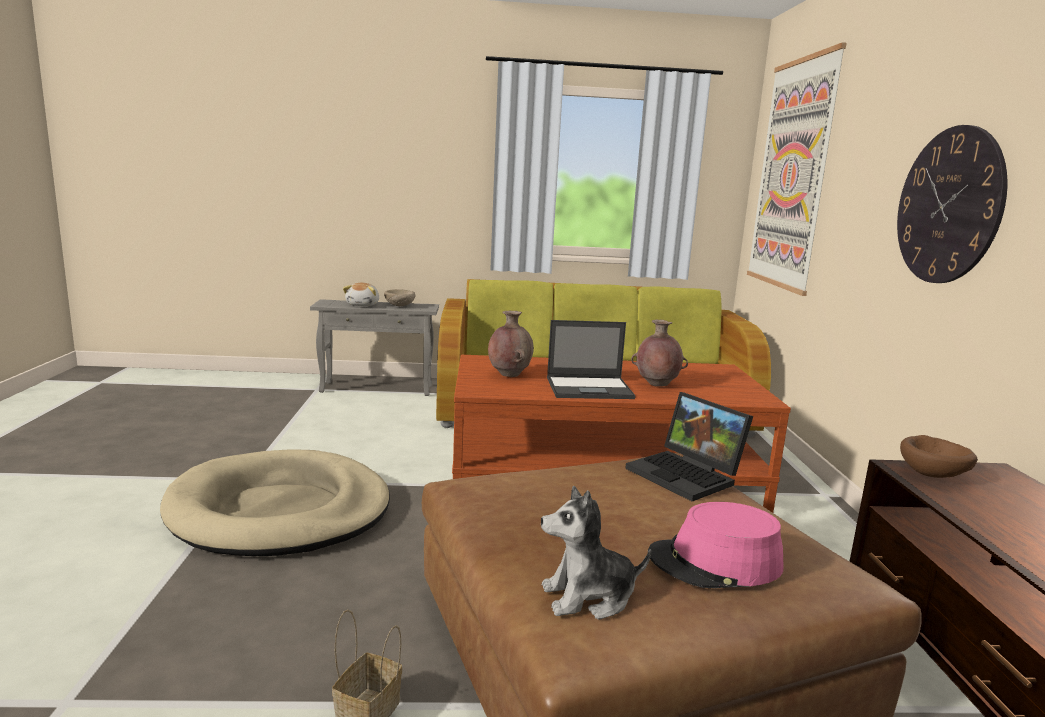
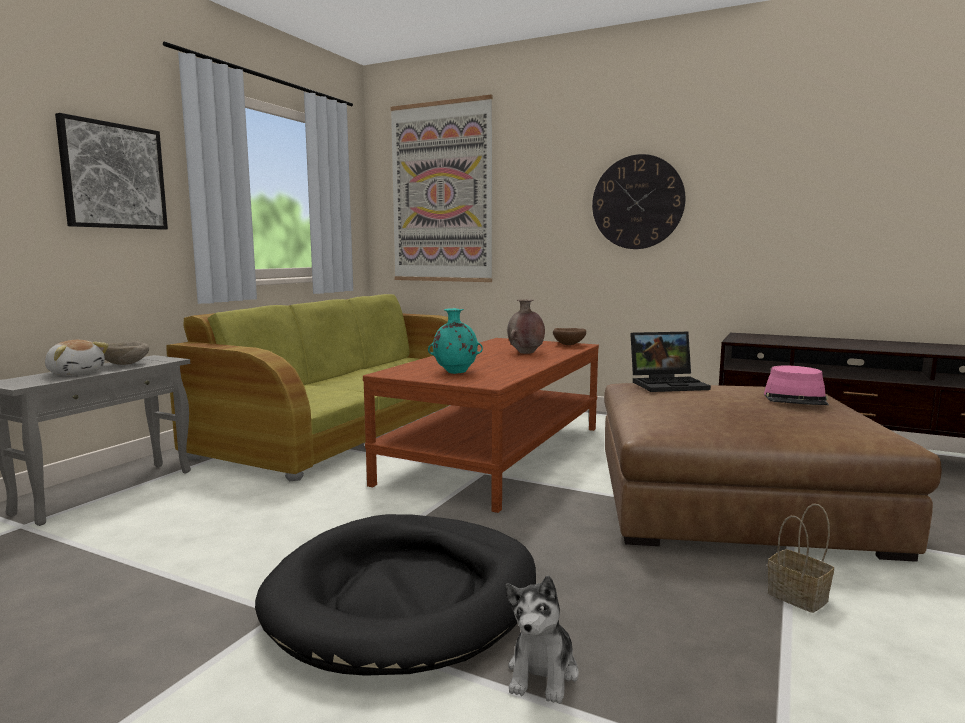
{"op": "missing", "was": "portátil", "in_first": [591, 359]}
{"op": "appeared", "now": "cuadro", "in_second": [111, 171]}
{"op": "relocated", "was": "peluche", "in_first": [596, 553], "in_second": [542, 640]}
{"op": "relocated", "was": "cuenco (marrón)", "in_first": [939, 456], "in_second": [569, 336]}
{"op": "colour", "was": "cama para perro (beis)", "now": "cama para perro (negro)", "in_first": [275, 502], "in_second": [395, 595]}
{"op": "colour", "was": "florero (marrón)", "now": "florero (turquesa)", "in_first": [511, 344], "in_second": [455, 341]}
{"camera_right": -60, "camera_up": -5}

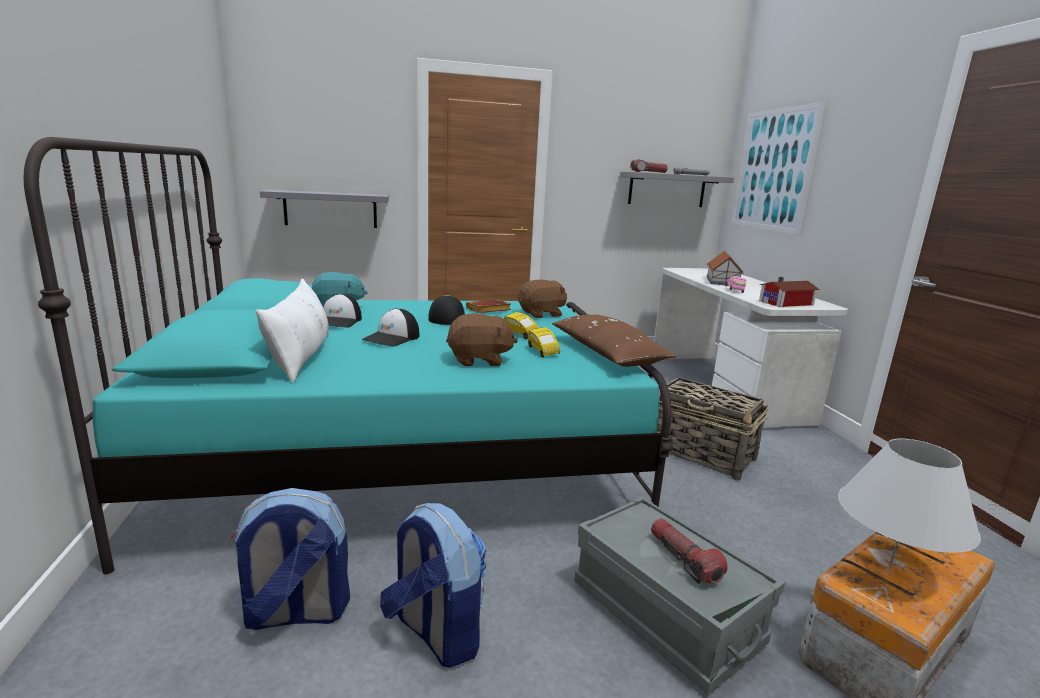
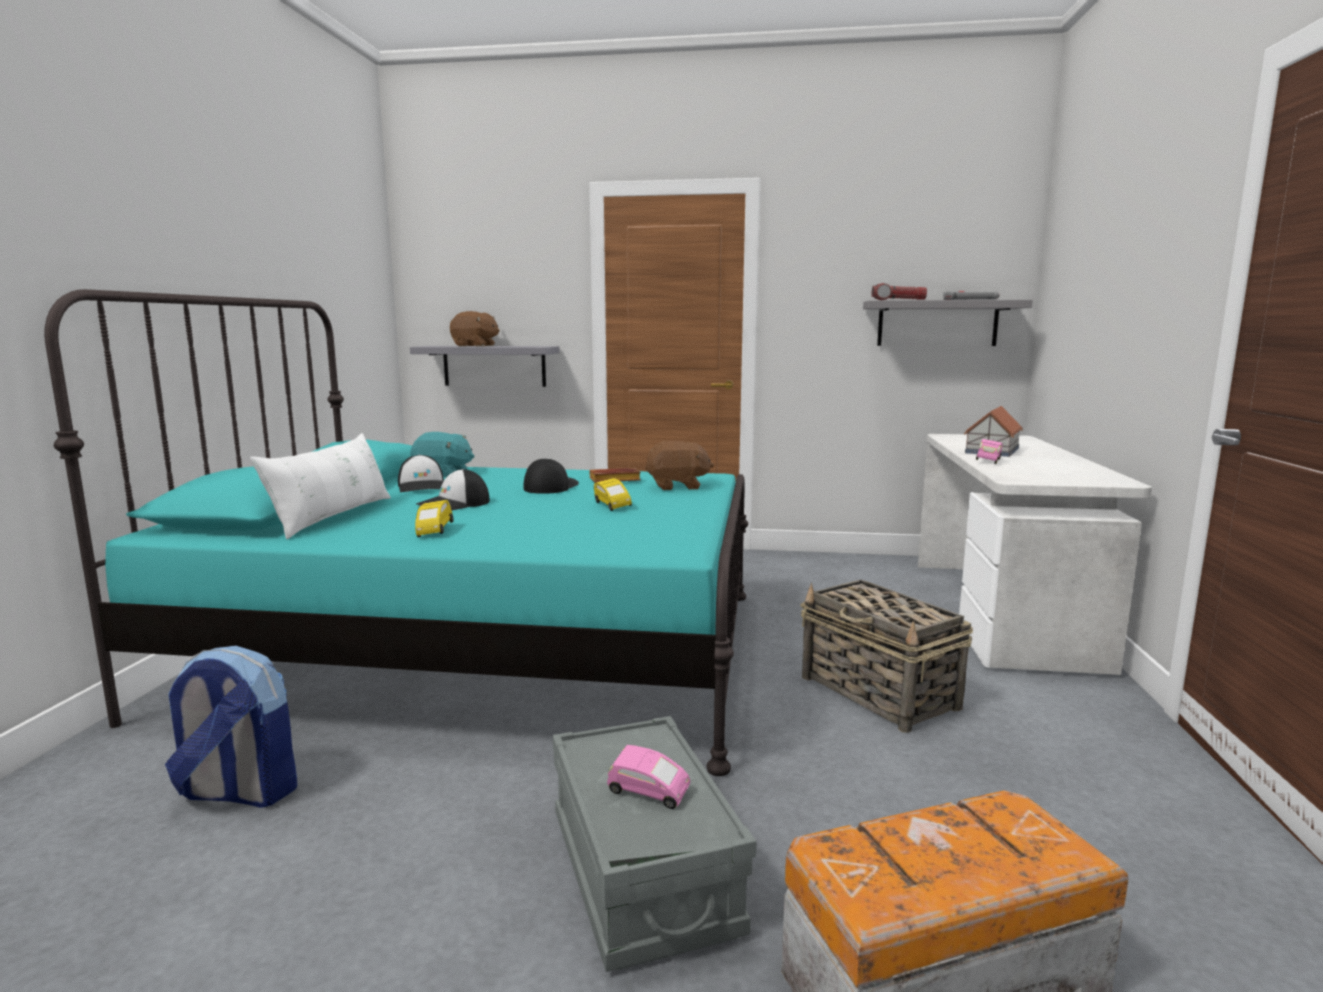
{"op": "missing", "was": "mochila", "in_first": [433, 585]}
{"op": "missing", "was": "cojín (marrón)", "in_first": [614, 340]}
{"op": "missing", "was": "cuadro", "in_first": [778, 168]}
{"op": "missing", "was": "casita", "in_first": [789, 292]}
{"op": "missing", "was": "lámpara de mesa (blanco)", "in_first": [909, 503]}
{"op": "relocated", "was": "peluche (marrón)", "in_first": [482, 340], "in_second": [475, 329]}
{"op": "relocated", "was": "coche de juguete (amarillo)", "in_first": [544, 342], "in_second": [434, 518]}
{"op": "exchanged", "was": "linterna", "now": "coche de juguete (rosa)", "in_first": [689, 551], "in_second": [648, 777]}
{"op": "spun", "was": "gorra", "in_first": [342, 311], "in_second": [421, 473], "clockwise": -45}
{"camera_right": 20, "camera_up": -5}

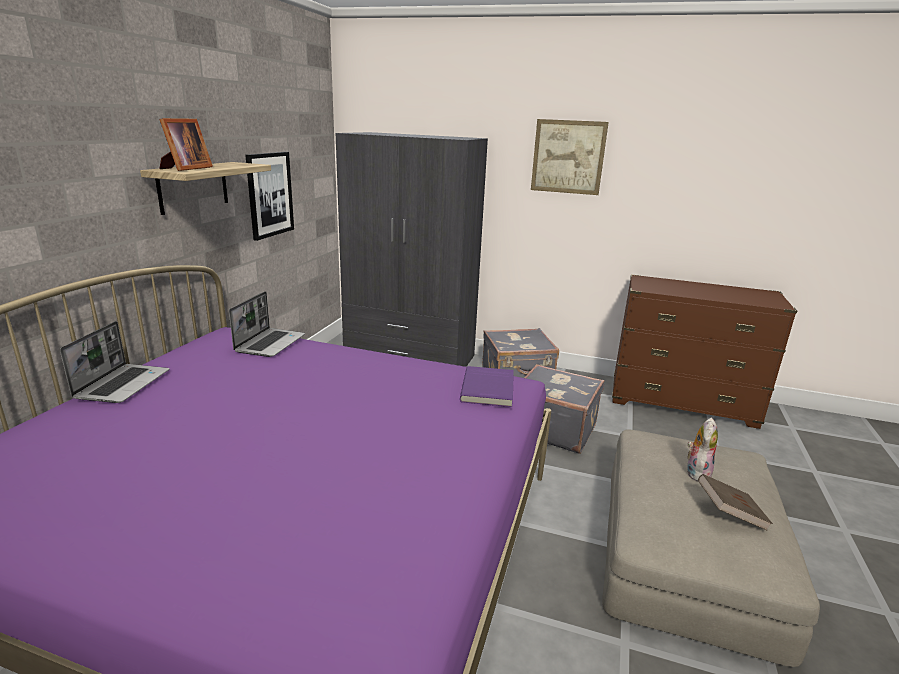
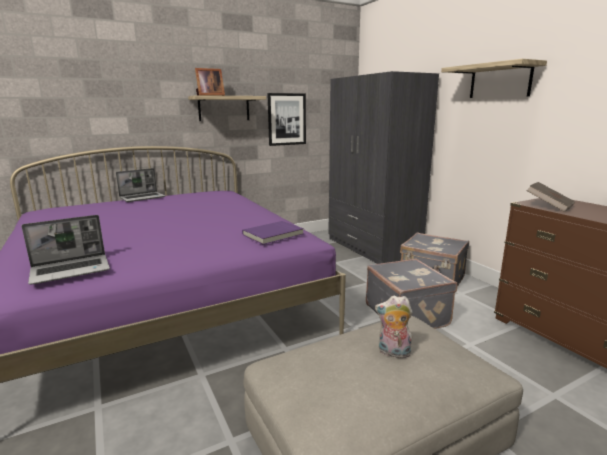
{"op": "relocated", "was": "portátil", "in_first": [267, 324], "in_second": [66, 249]}
{"op": "relocated", "was": "libro (marrón)", "in_first": [735, 502], "in_second": [550, 197]}
{"op": "exchanged", "was": "cuadro", "now": "estante", "in_first": [570, 157], "in_second": [494, 78]}
{"op": "spun", "was": "peluche", "in_first": [702, 449], "in_second": [394, 326], "clockwise": -150}
{"camera_right": 45, "camera_up": -5}

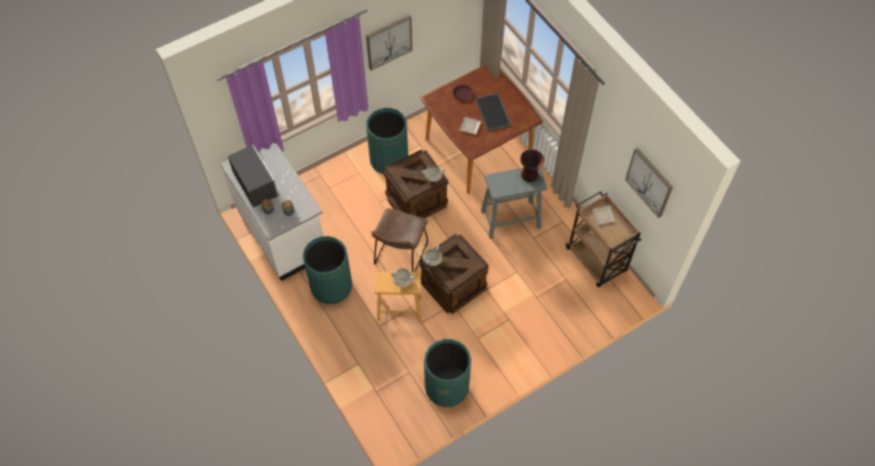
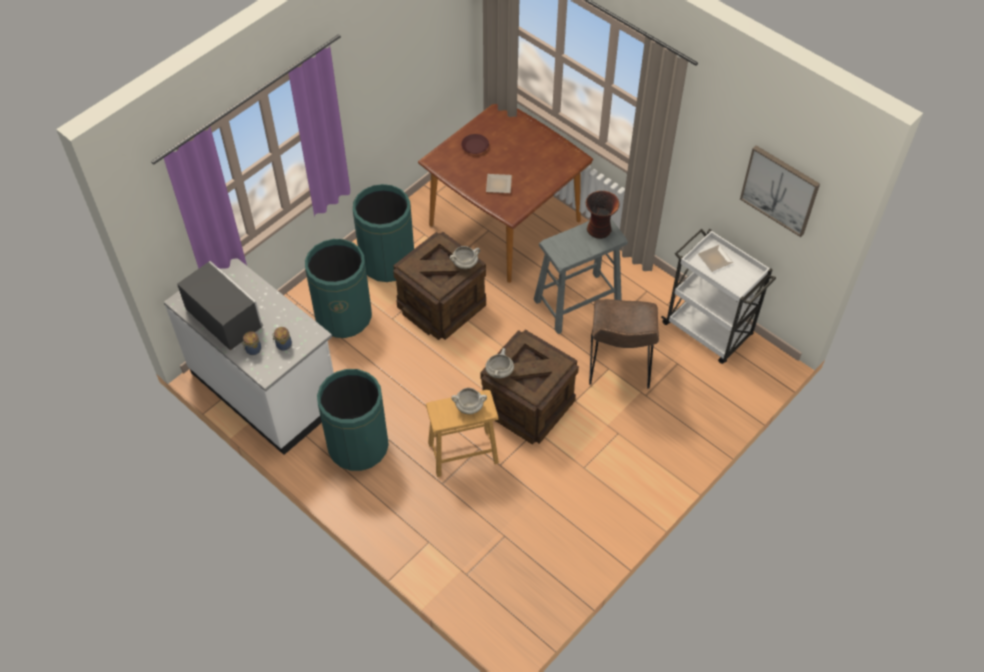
{"op": "missing", "was": "cuadro", "in_first": [389, 42]}
{"op": "missing", "was": "bandeja", "in_first": [493, 112]}
{"op": "relocated", "was": "silla (marrón)", "in_first": [399, 240], "in_second": [624, 343]}
{"op": "relocated", "was": "papelera (verde)", "in_first": [447, 373], "in_second": [338, 288]}
{"op": "colour", "was": "carrito (marrón)", "now": "carrito (blanco)", "in_first": [603, 239], "in_second": [718, 296]}
{"camera_right": -15, "camera_up": -5}

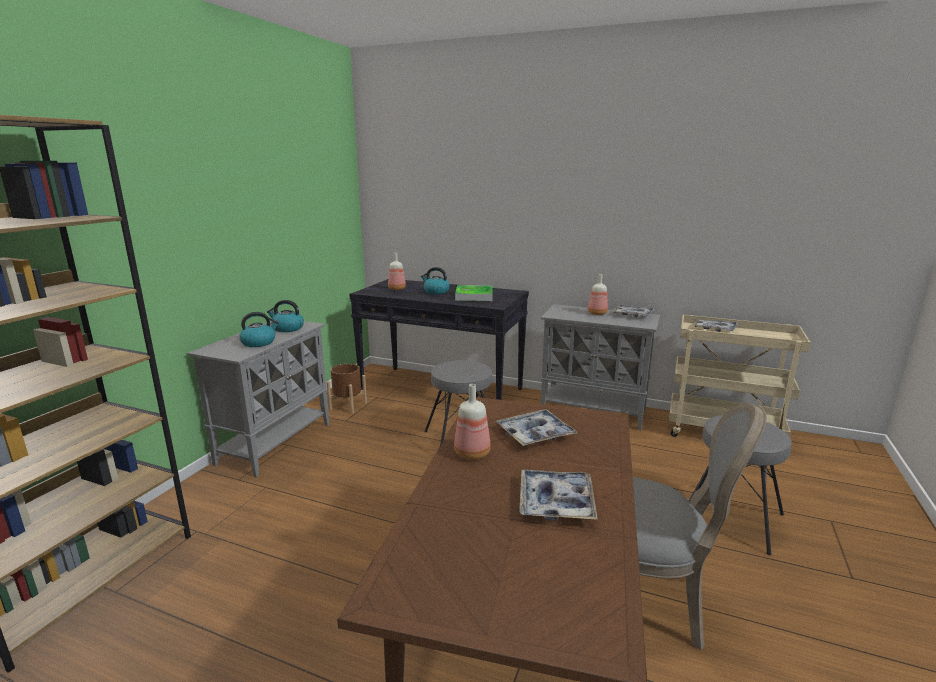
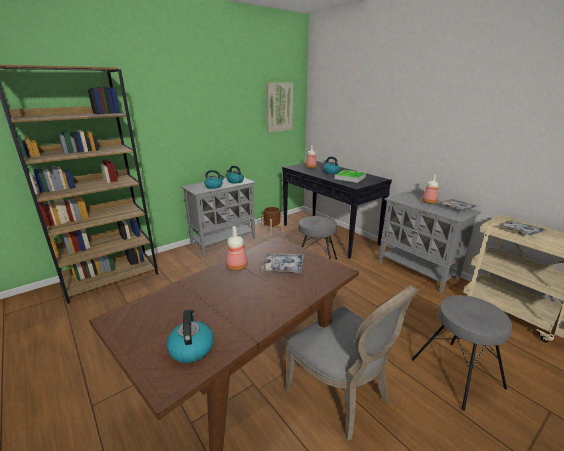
{"op": "missing", "was": "bandeja", "in_first": [558, 495]}
{"op": "appeared", "now": "hervidor", "in_second": [190, 336]}
{"op": "appeared", "now": "cuadro", "in_second": [279, 107]}
{"camera_right": 30, "camera_up": 5}

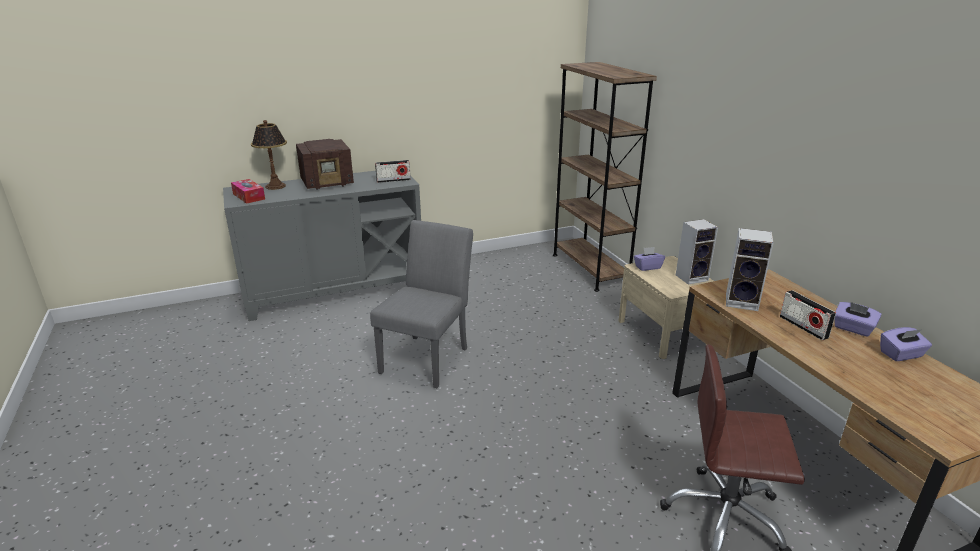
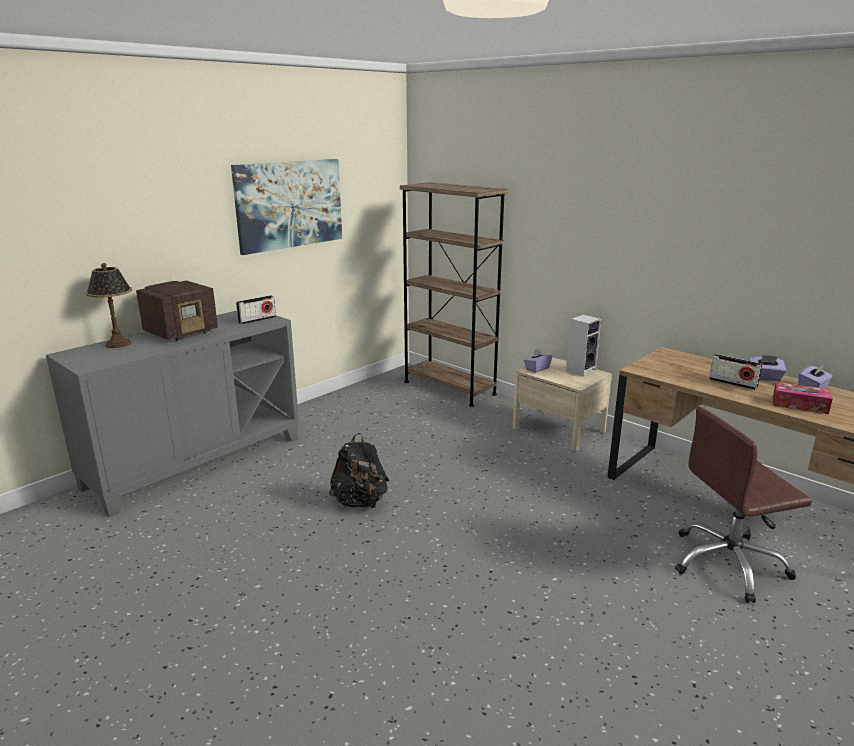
{"op": "missing", "was": "altavoz", "in_first": [750, 269]}
{"op": "appeared", "now": "cuadro", "in_second": [286, 207]}
{"op": "relocated", "was": "caja de pañuelos", "in_first": [248, 191], "in_second": [803, 398]}
{"op": "exchanged", "was": "silla (gris)", "now": "mochila (negro)", "in_first": [421, 304], "in_second": [359, 471]}
{"camera_right": -25, "camera_up": -5}

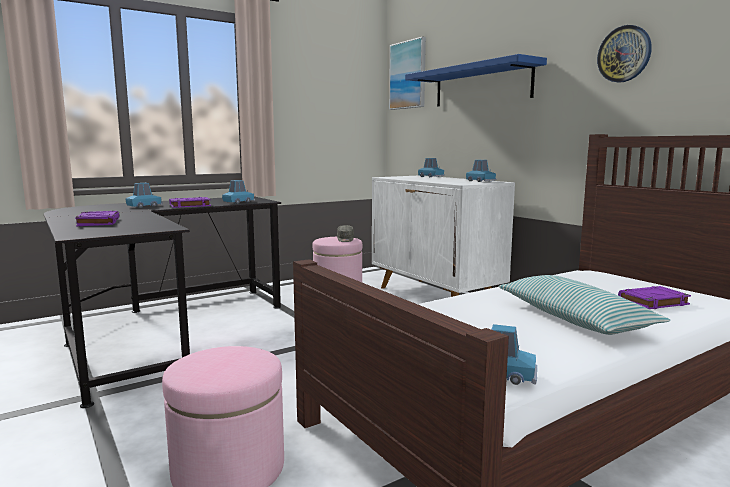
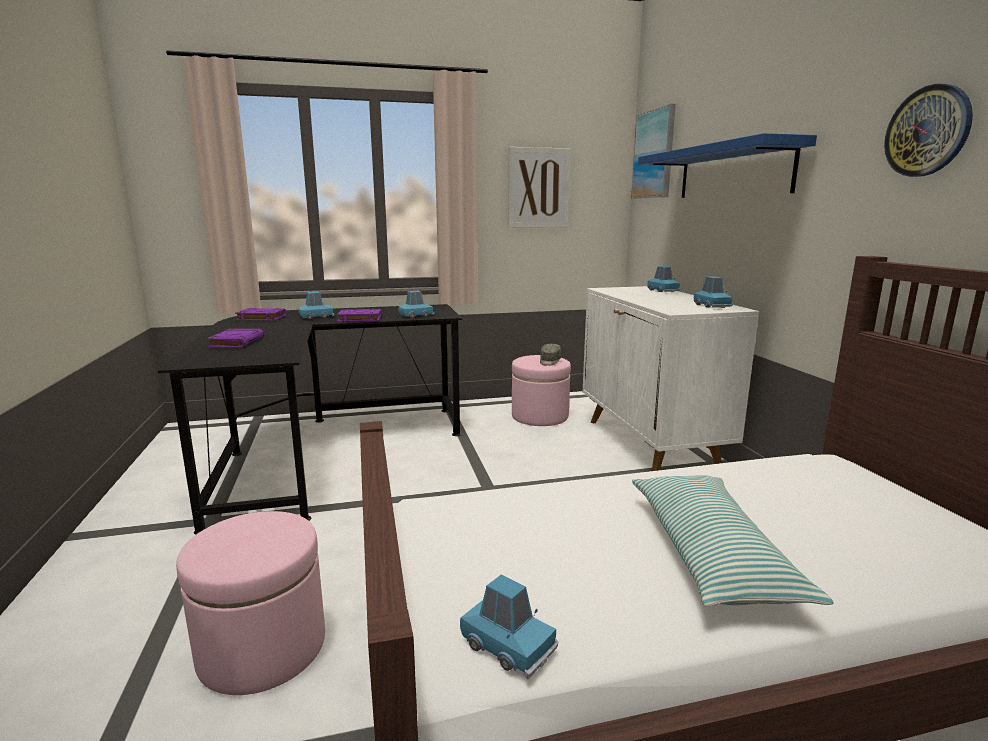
{"op": "appeared", "now": "cuadro", "in_second": [539, 187]}
{"op": "relocated", "was": "libro (morado)", "in_first": [654, 297], "in_second": [260, 314]}
{"camera_right": 20, "camera_up": 5}

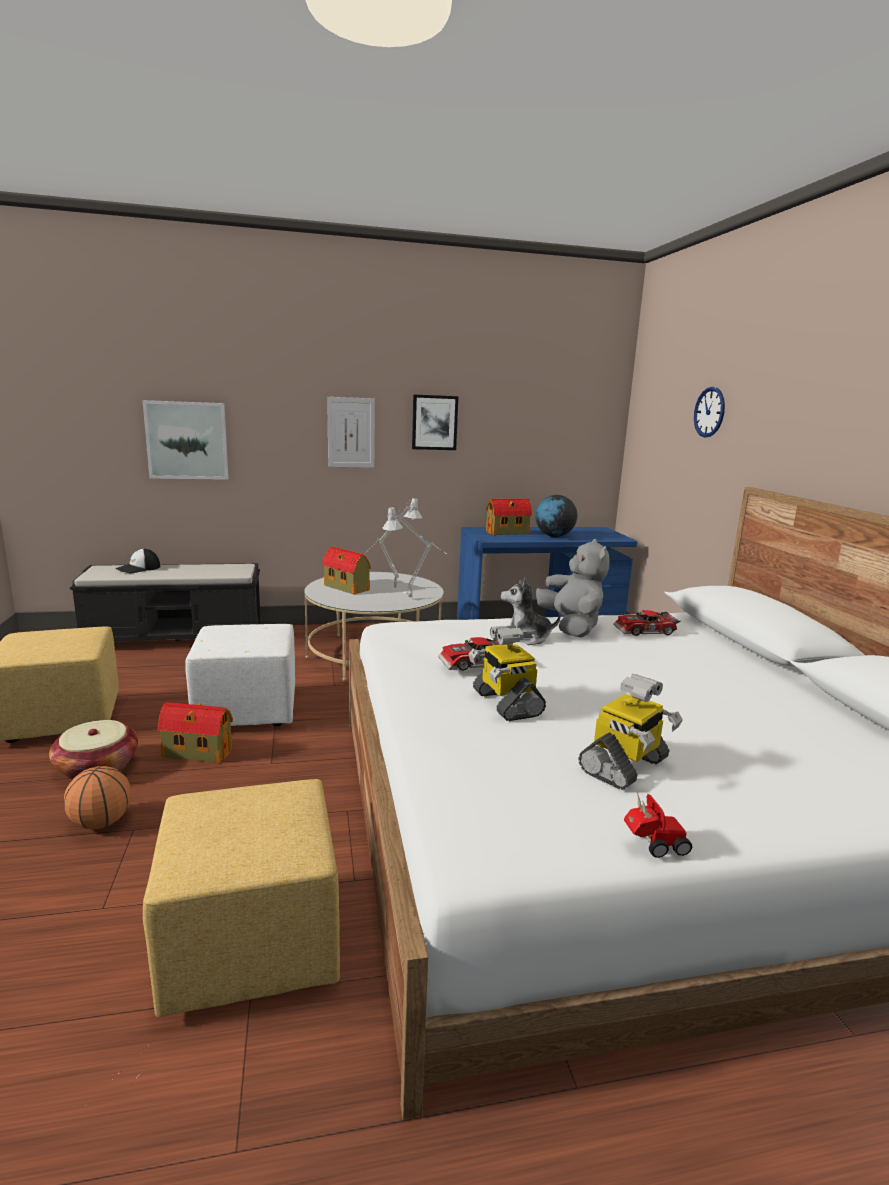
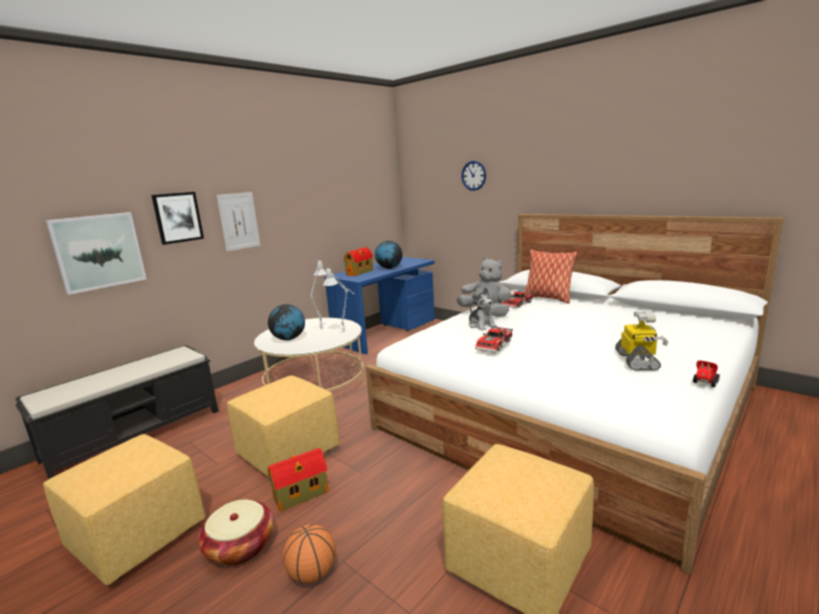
{"op": "missing", "was": "gorra", "in_first": [137, 560]}
{"op": "missing", "was": "robot de juguete", "in_first": [507, 673]}
{"op": "appeared", "now": "cojín", "in_second": [551, 276]}
{"op": "relocated", "was": "cuadro", "in_first": [435, 422], "in_second": [177, 218]}
{"op": "exchanged", "was": "casita", "now": "globo terráqueo", "in_first": [346, 570], "in_second": [286, 322]}
{"op": "colour", "was": "puf (blanco)", "now": "puf (amarillo)", "in_first": [240, 675], "in_second": [283, 426]}
{"op": "spun", "was": "peluche", "in_first": [531, 611], "in_second": [483, 308], "clockwise": -75}
{"camera_right": -35, "camera_up": 0}

